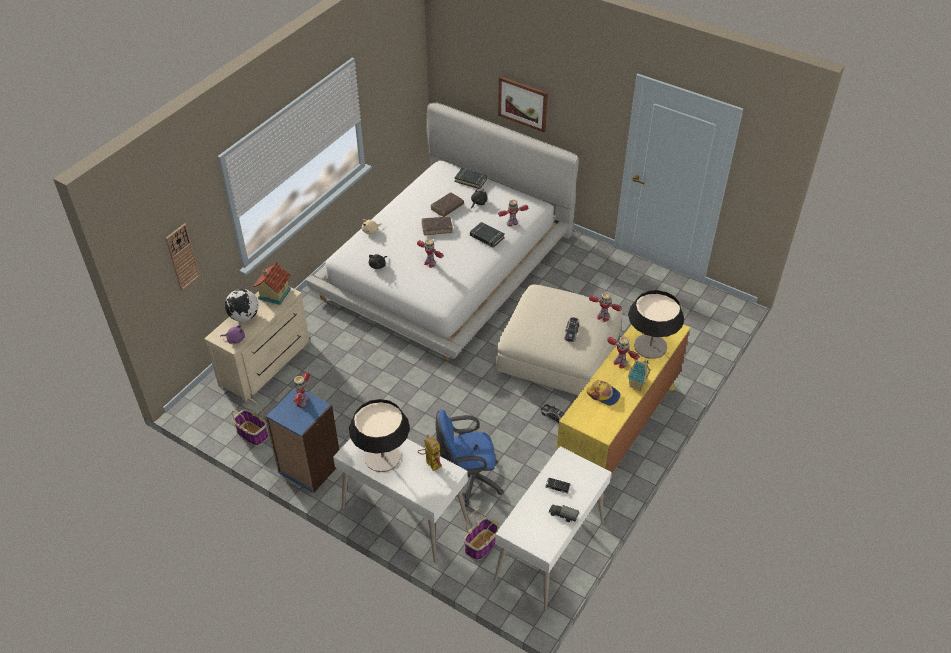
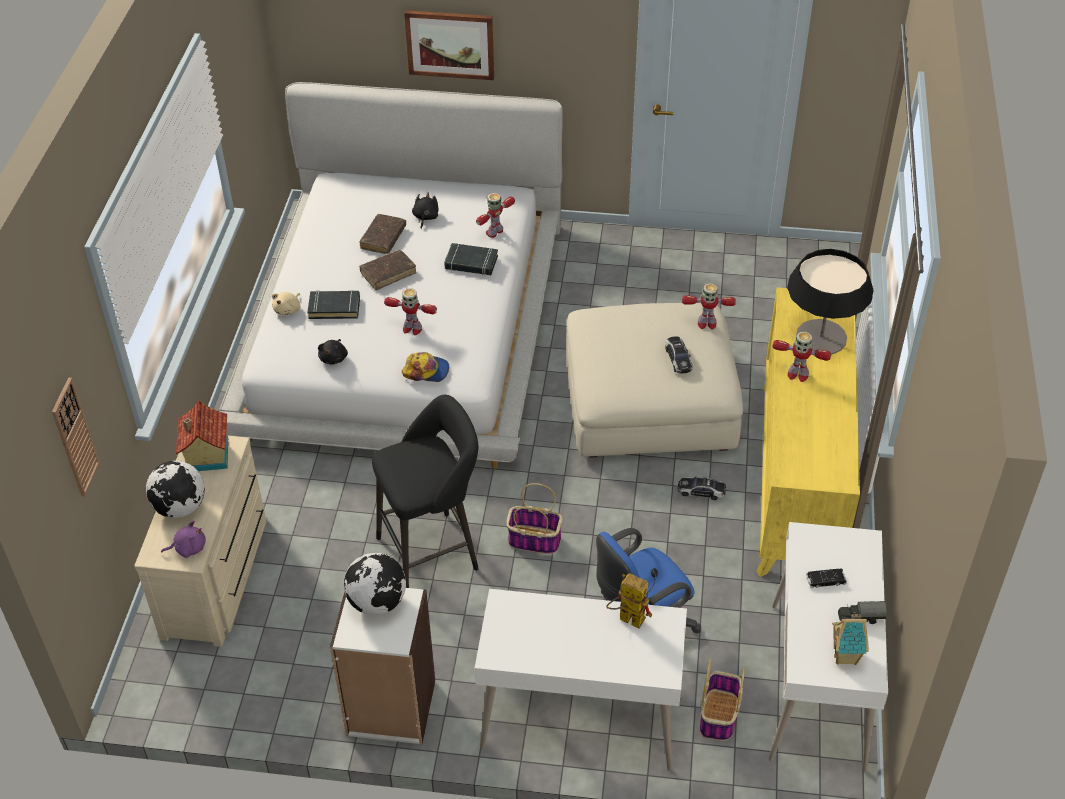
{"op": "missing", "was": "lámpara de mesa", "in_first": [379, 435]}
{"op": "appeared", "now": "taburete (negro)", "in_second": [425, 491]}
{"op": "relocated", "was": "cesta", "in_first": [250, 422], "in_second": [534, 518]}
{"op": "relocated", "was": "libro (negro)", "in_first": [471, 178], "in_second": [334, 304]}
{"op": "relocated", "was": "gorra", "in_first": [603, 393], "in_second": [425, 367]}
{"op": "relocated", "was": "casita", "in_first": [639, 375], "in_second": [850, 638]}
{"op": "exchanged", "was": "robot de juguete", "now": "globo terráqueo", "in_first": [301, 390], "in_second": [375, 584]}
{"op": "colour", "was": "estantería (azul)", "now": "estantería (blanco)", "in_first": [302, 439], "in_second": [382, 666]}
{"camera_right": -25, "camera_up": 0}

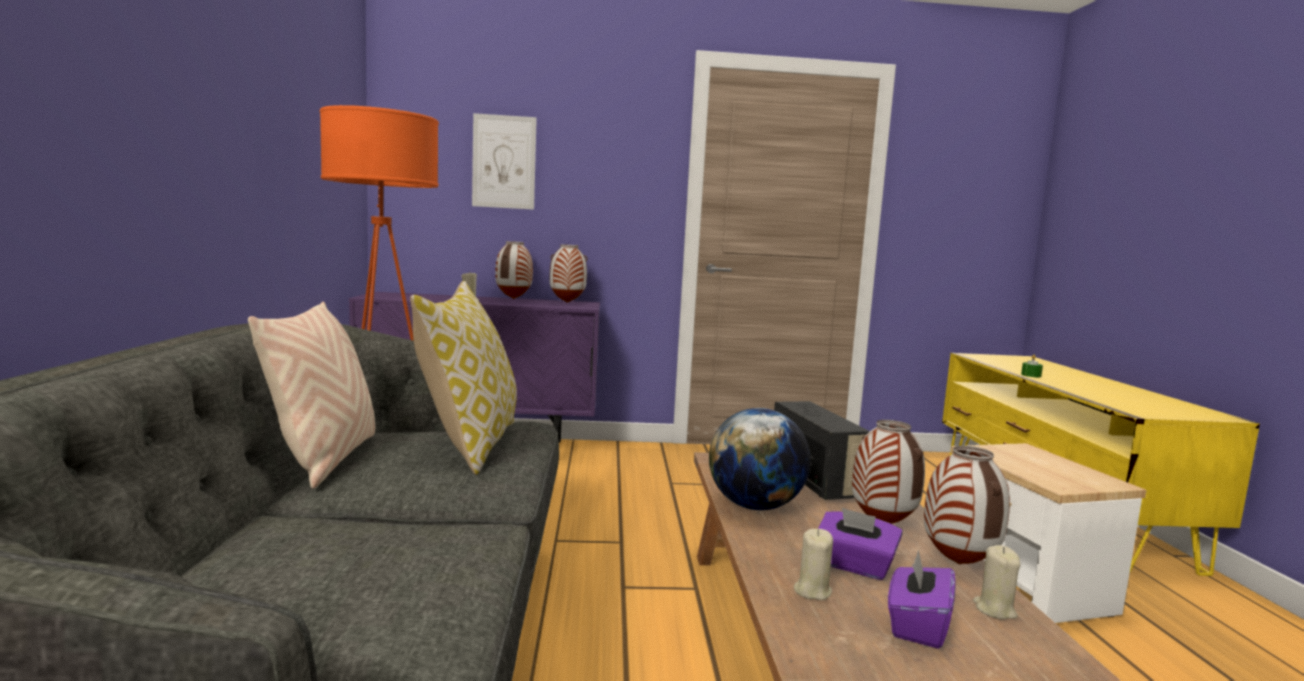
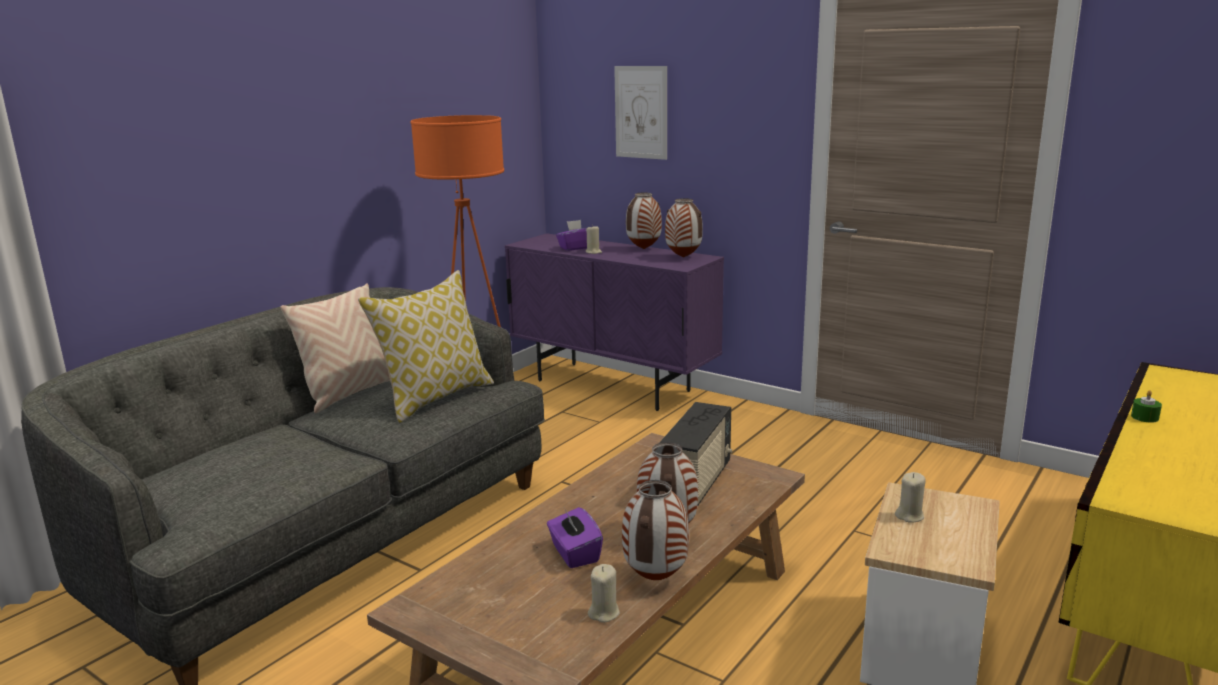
{"op": "missing", "was": "globo terráqueo", "in_first": [760, 459]}
{"op": "relocated", "was": "vela (beis)", "in_first": [813, 564], "in_second": [910, 497]}
{"op": "relocated", "was": "caja de pañuelos (morado)", "in_first": [922, 599], "in_second": [571, 235]}
{"camera_right": 40, "camera_up": 10}

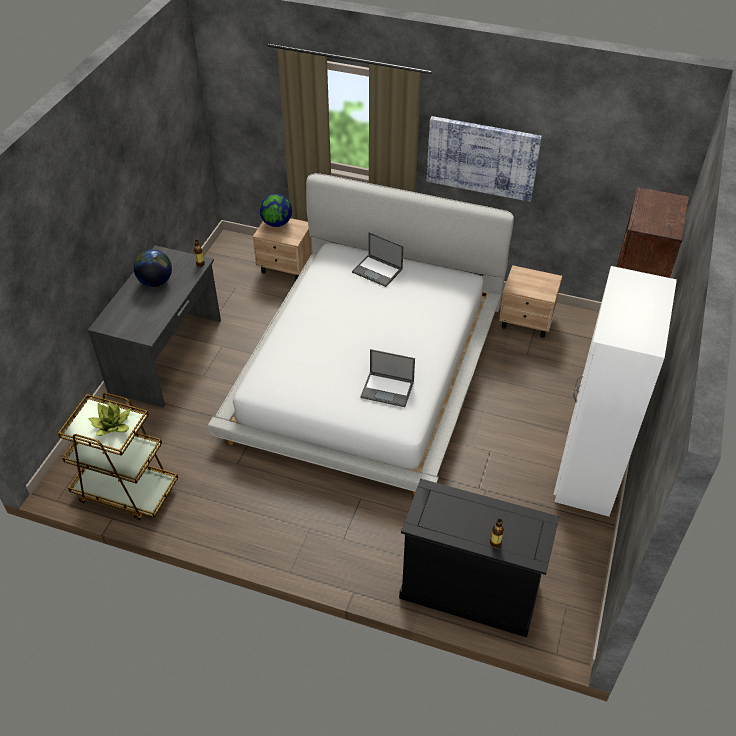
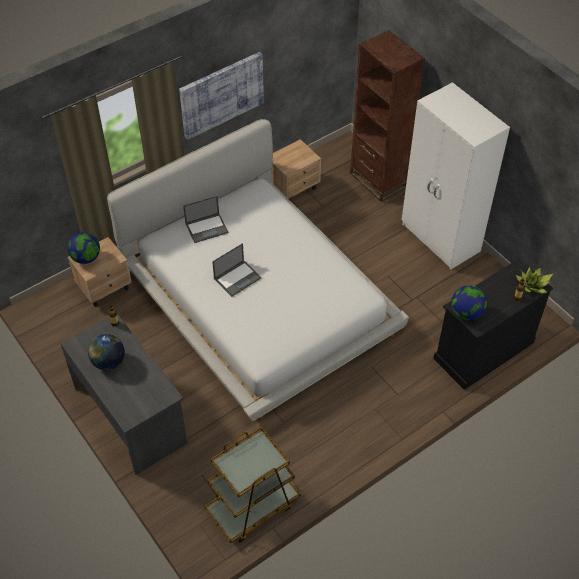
{"op": "appeared", "now": "globo terráqueo", "in_second": [469, 302]}
{"op": "relocated", "was": "planta en maceta", "in_first": [109, 418], "in_second": [534, 280]}
{"op": "relocated", "was": "portátil", "in_first": [387, 378], "in_second": [236, 270]}
{"camera_right": -55, "camera_up": 5}

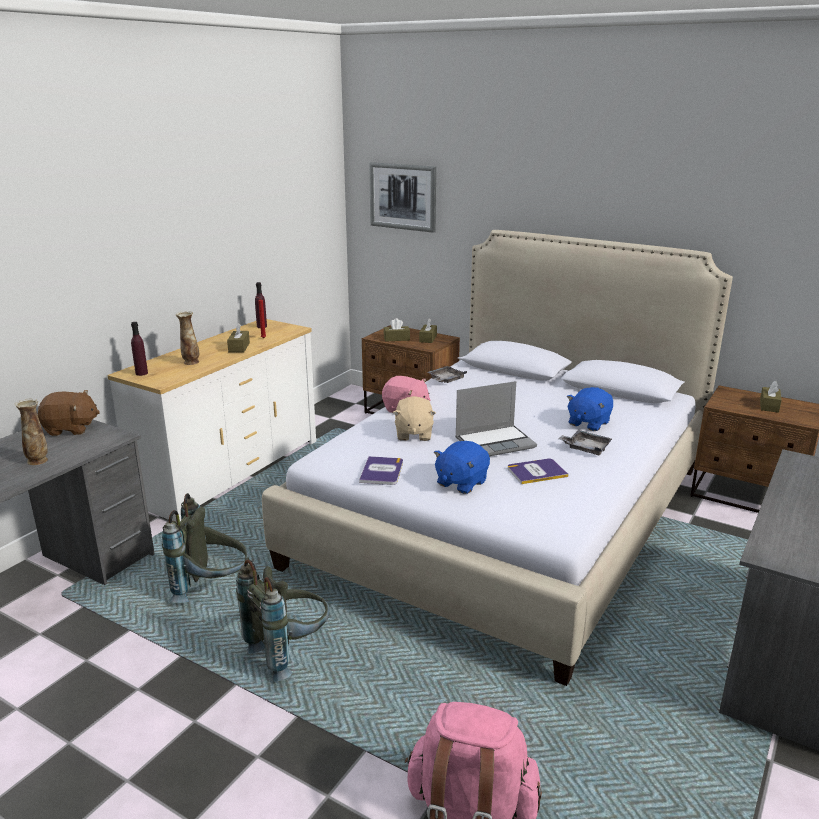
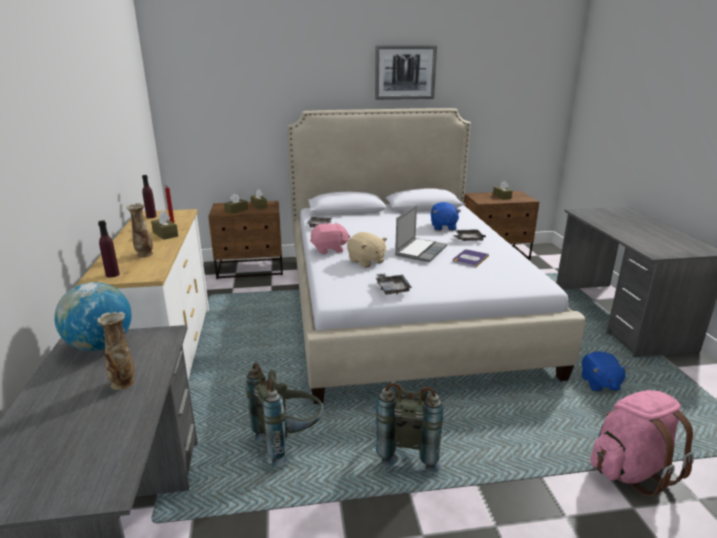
{"op": "relocated", "was": "cuadro", "in_first": [402, 197], "in_second": [406, 72]}
{"op": "relocated", "was": "peluche (azul)", "in_first": [462, 467], "in_second": [605, 371]}
{"op": "exchanged", "was": "peluche (marrón)", "now": "globo terráqueo", "in_first": [68, 413], "in_second": [93, 316]}
{"op": "exchanged", "was": "libro", "now": "bandeja (gris)", "in_first": [381, 470], "in_second": [394, 284]}
{"camera_right": -40, "camera_up": 0}

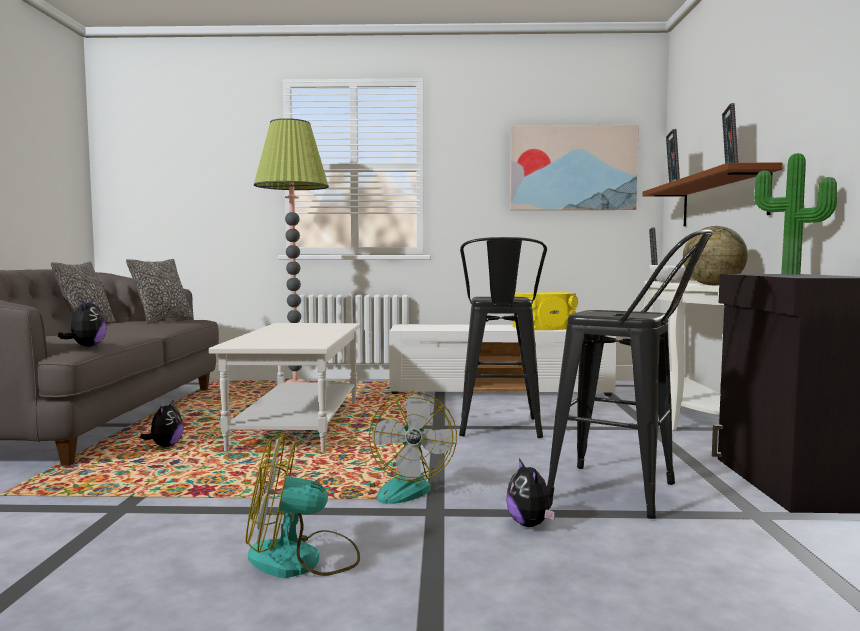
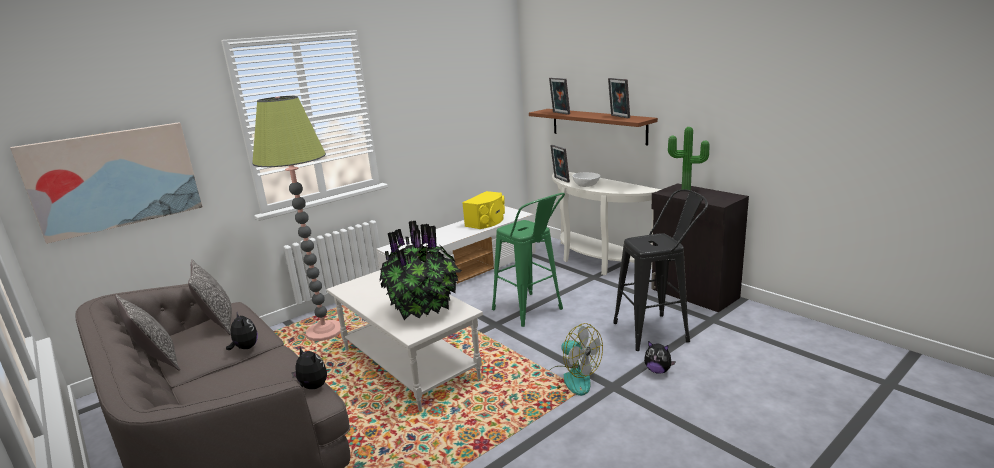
{"op": "missing", "was": "ventilador", "in_first": [303, 506]}
{"op": "missing", "was": "globo terráqueo", "in_first": [715, 255]}
{"op": "appeared", "now": "planta en maceta", "in_second": [420, 270]}
{"op": "relocated", "was": "peluche", "in_first": [162, 424], "in_second": [242, 331]}
{"op": "relocated", "was": "cuadro", "in_first": [574, 167], "in_second": [106, 183]}
{"op": "colour", "was": "taburete (negro)", "now": "taburete (verde)", "in_first": [503, 337], "in_second": [528, 260]}
{"camera_right": -40, "camera_up": 15}

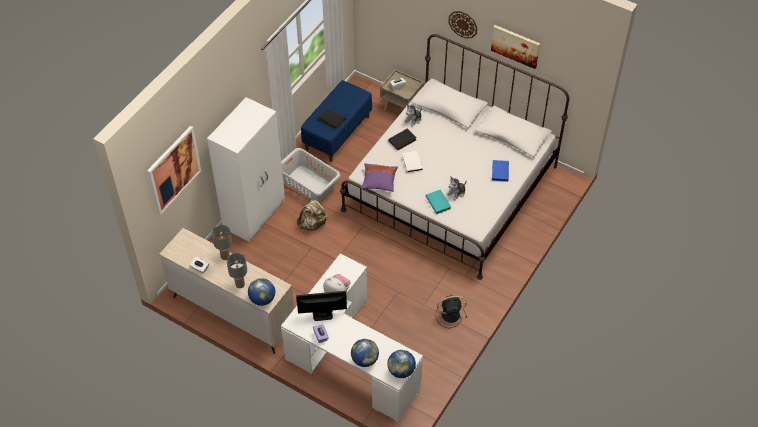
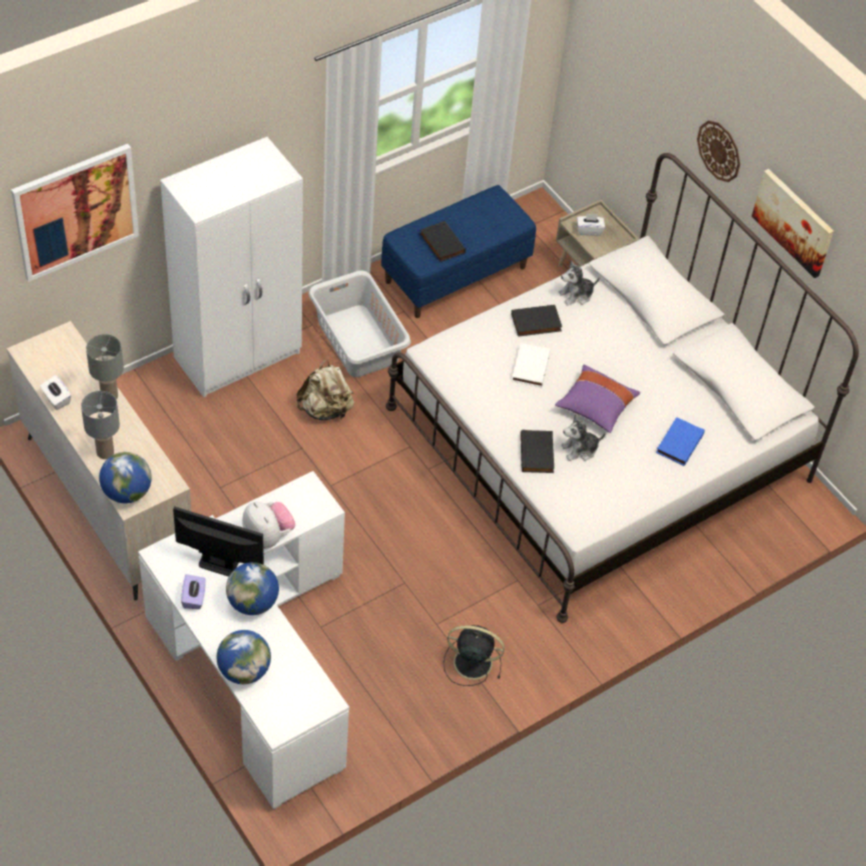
{"op": "relocated", "was": "cojín (morado)", "in_first": [379, 178], "in_second": [597, 399]}
{"op": "relocated", "was": "globo terráqueo", "in_first": [401, 364], "in_second": [252, 588]}
{"op": "colour", "was": "libro (turquesa)", "now": "libro (negro)", "in_first": [438, 201], "in_second": [537, 451]}
{"camera_right": 20, "camera_up": 0}

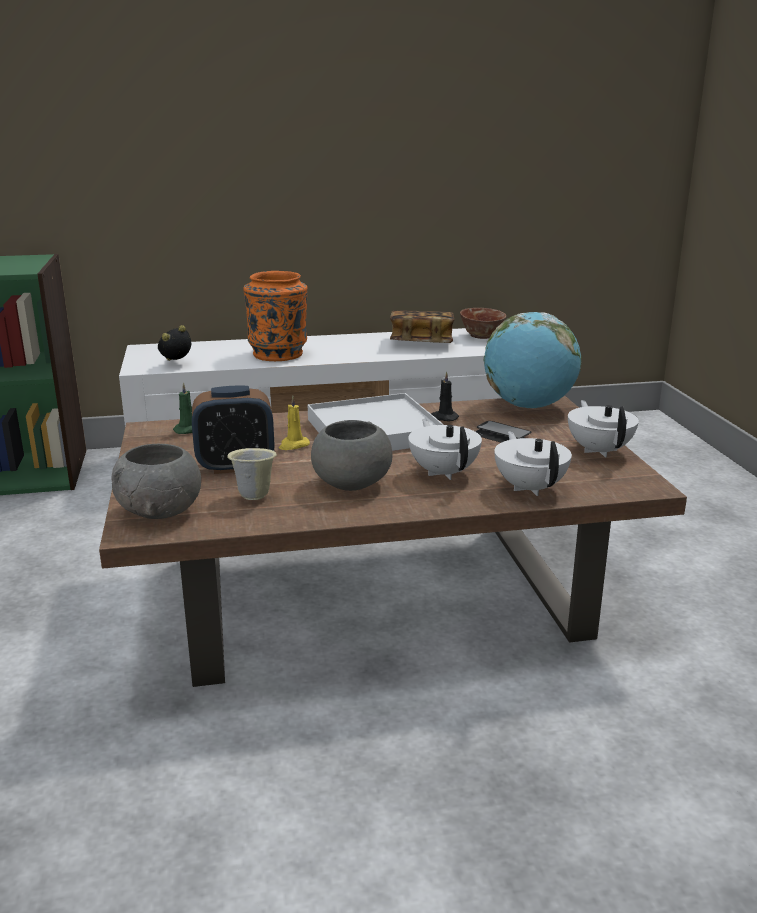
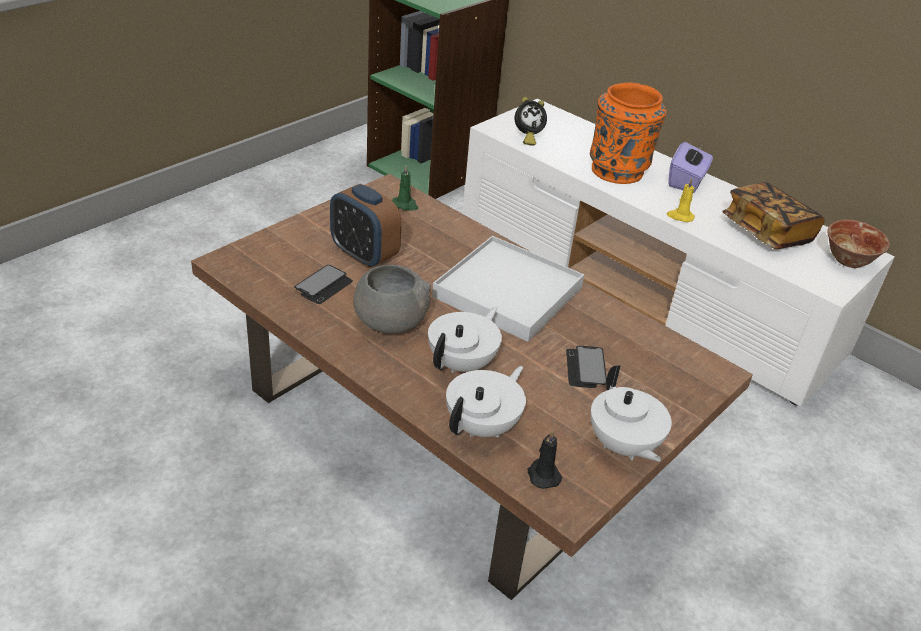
{"op": "missing", "was": "cuenco (gris)", "in_first": [156, 481]}
{"op": "missing", "was": "globo terráqueo", "in_first": [532, 360]}
{"op": "appeared", "now": "caja de pañuelos (morado)", "in_second": [691, 167]}
{"op": "relocated", "was": "vela (amarillo)", "in_first": [294, 422], "in_second": [681, 200]}
{"op": "relocated", "was": "vela (negro)", "in_first": [445, 396], "in_second": [545, 459]}
{"op": "exchanged", "was": "taza grande (beis)", "now": "móvil", "in_first": [252, 474], "in_second": [323, 284]}
{"op": "spun", "was": "despertador", "in_first": [174, 343], "in_second": [531, 121], "clockwise": 150}
{"op": "spun", "was": "tetera (blanco)", "in_first": [603, 429], "in_second": [631, 413], "clockwise": 120}
{"camera_right": 50, "camera_up": 15}

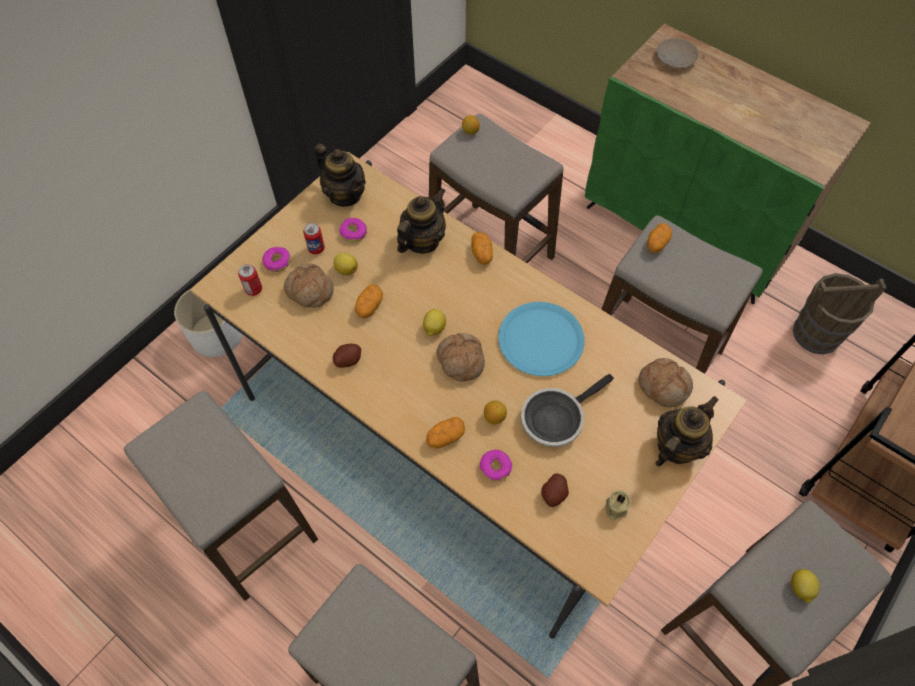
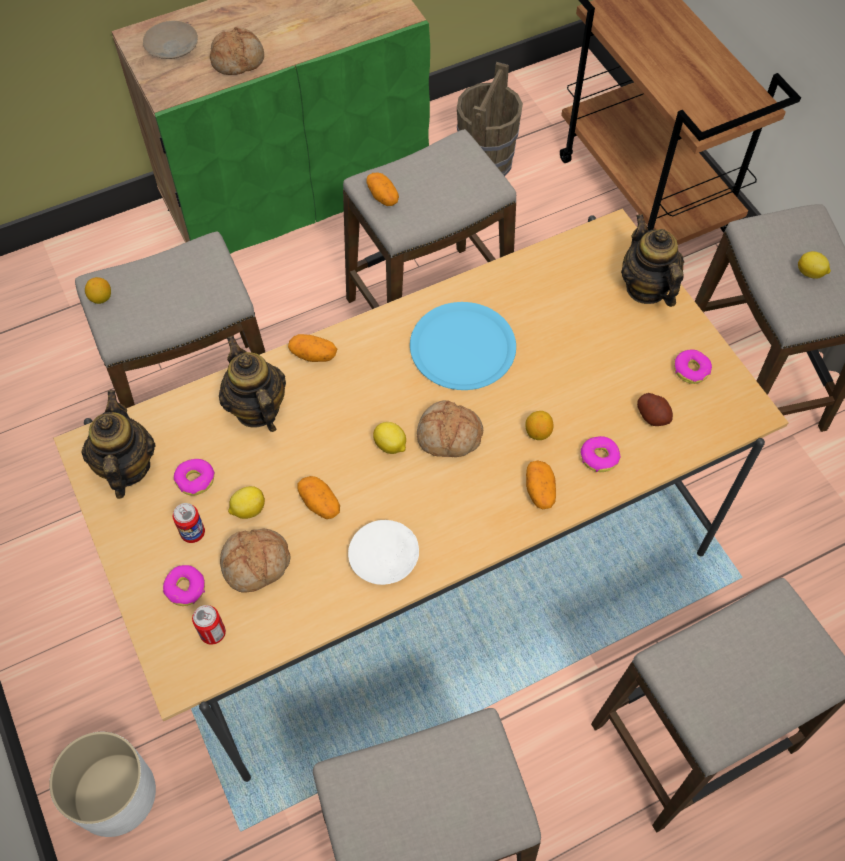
{"op": "missing", "was": "sartén", "in_first": [567, 410]}
{"op": "relocated", "was": "pan", "in_first": [666, 383], "in_second": [237, 51]}
{"op": "exchanged", "was": "patata", "now": "plato (blanco)", "in_first": [347, 355], "in_second": [383, 552]}
{"op": "exchanged", "was": "vela (beis)", "now": "rosquilla", "in_first": [618, 505], "in_second": [693, 366]}
{"op": "spun", "was": "tetera", "in_first": [340, 175], "in_second": [118, 444], "clockwise": -75}
{"camera_right": -65, "camera_up": 0}

